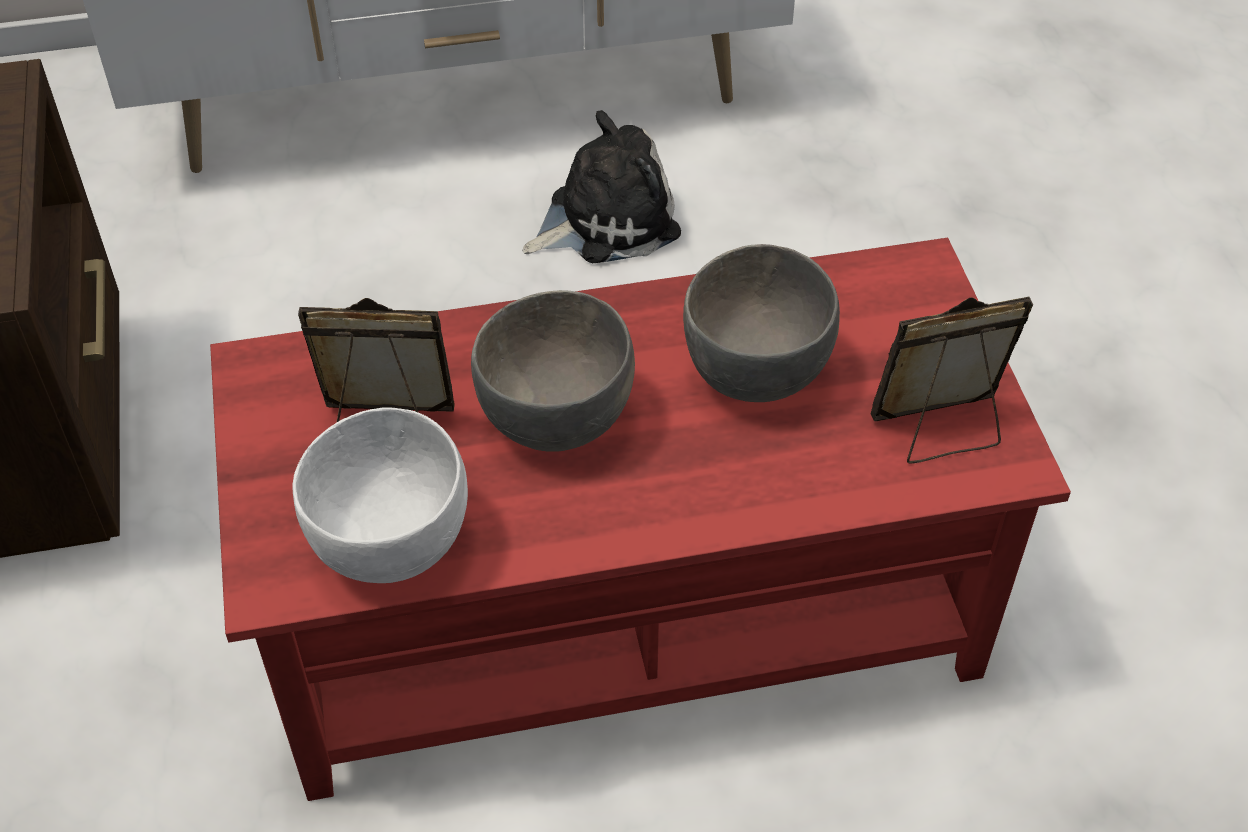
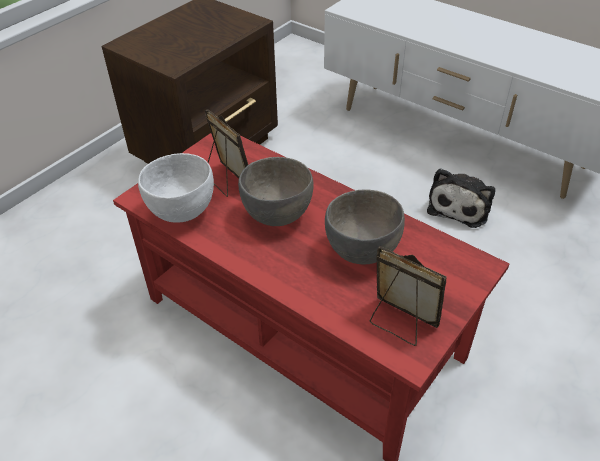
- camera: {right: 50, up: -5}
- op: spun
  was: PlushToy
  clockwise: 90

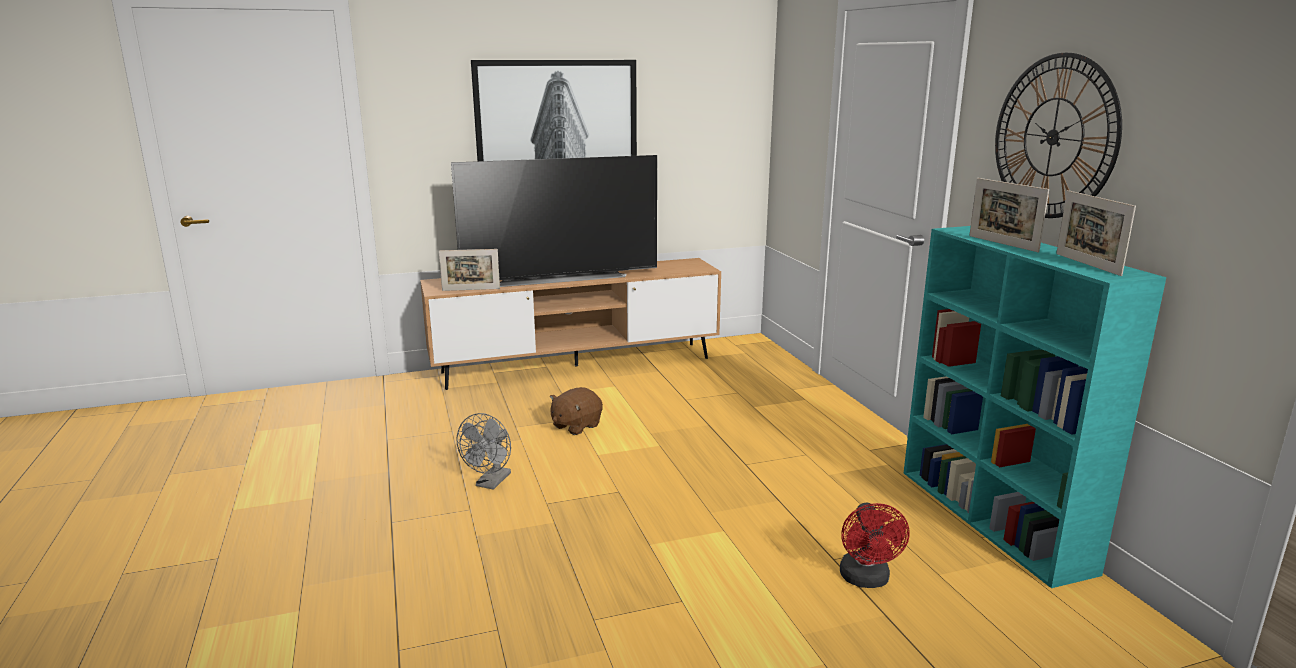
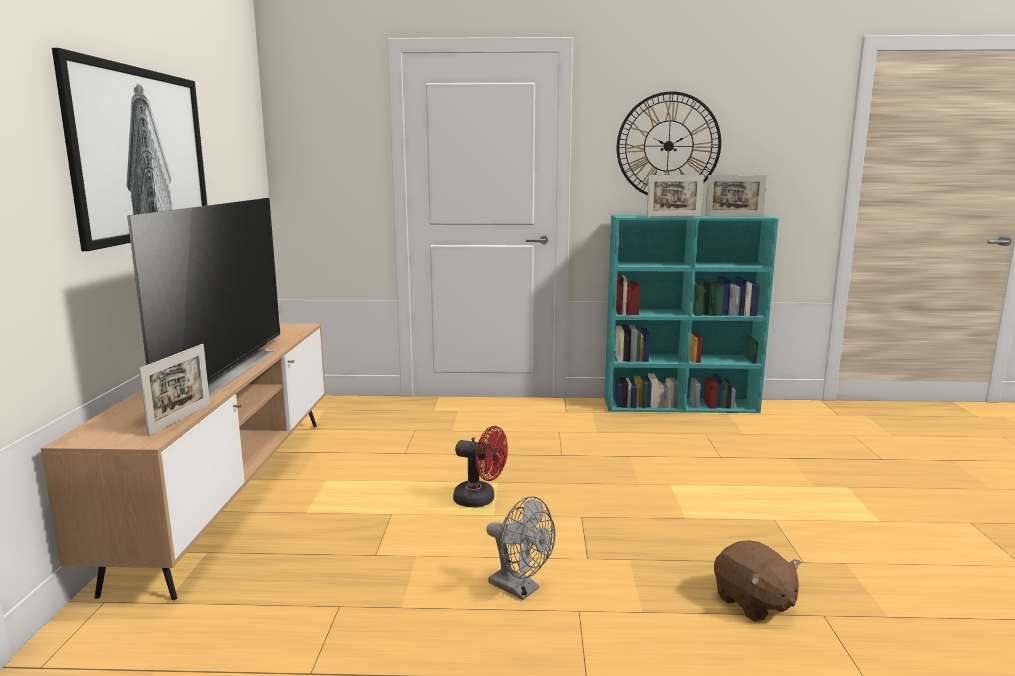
- camera: {right: -70, up: -5}
- op: relocated
  was: BrownishPlushToy
- op: relocated
  was: RedElectricFan

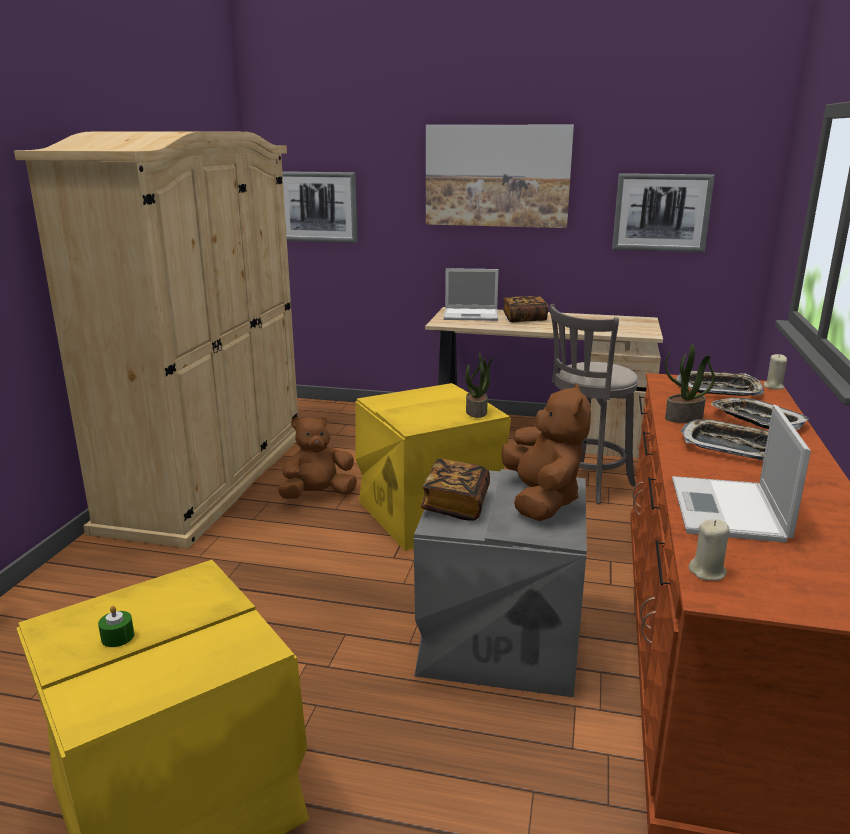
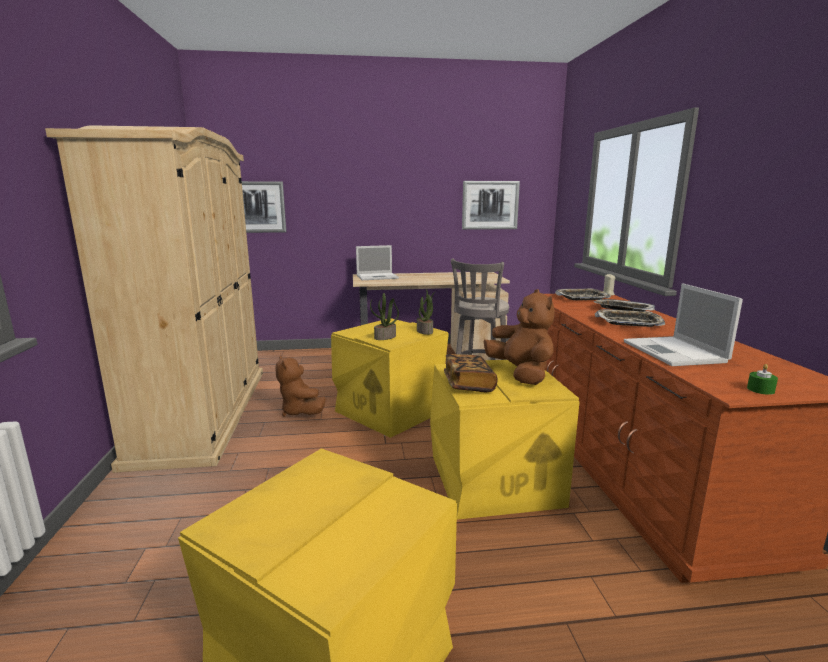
- camera: {right: -20, up: -5}
- op: relocated
  was: GreenishWaxLight
- op: spun
  was: BrownishPlushToy (no. 1 from left)
  clockwise: -75
- op: colour
  was: GrayStorageContainer
  now: YellowishStorageContainer (no. 3 from left)
- op: missing
  was: WallArt (no. 2 from left)
- op: missing
  was: BoundBook (no. 2 from left)
- op: relocated
  was: PottedPlant (no. 2 from left in the first image)
  now: PottedPlant (no. 1 from left)
- op: missing
  was: BeigeWaxLight (no. 1 from left)

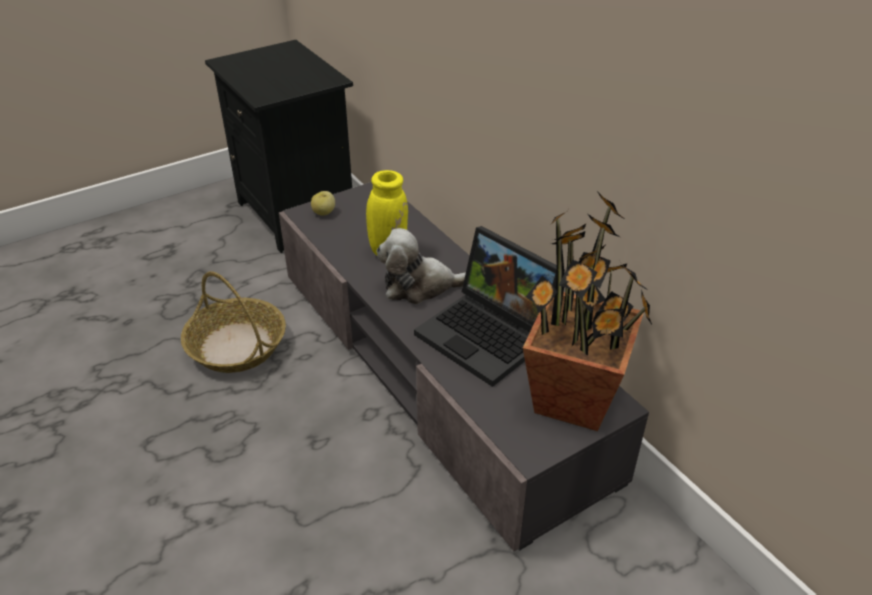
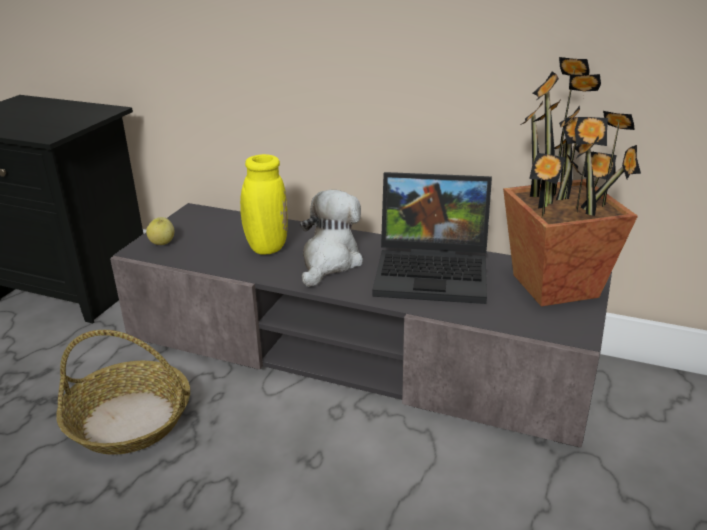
- camera: {right: -35, up: -10}
- op: spun
  was: PlushToy
  clockwise: 150

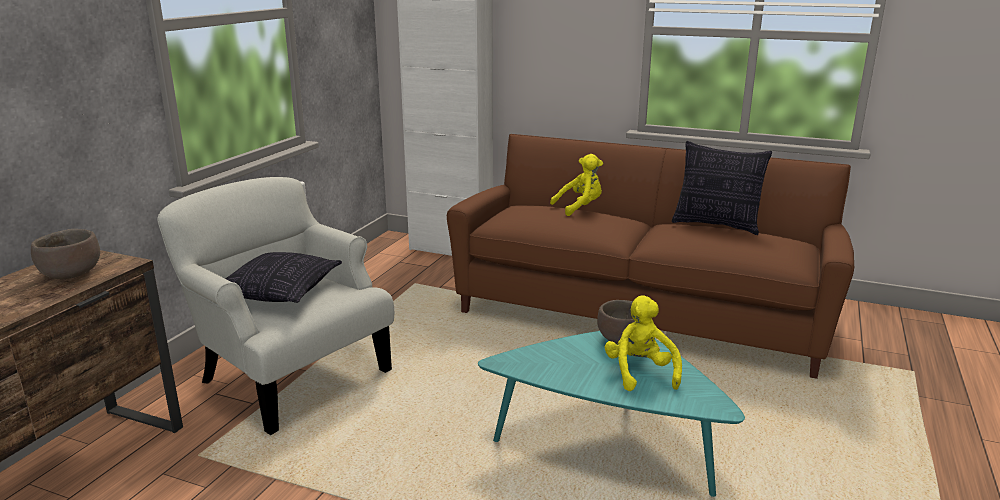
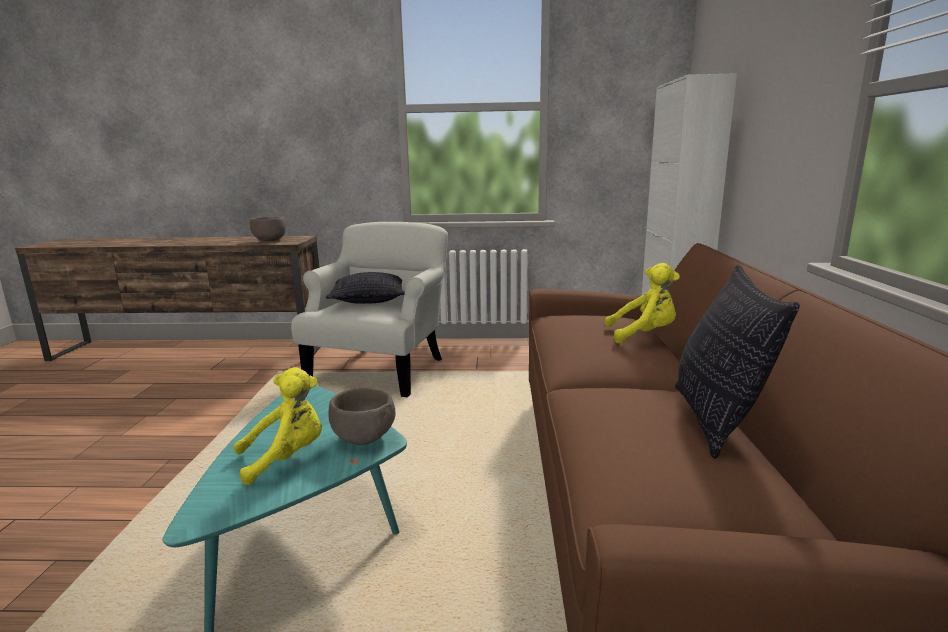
- camera: {right: 70, up: -5}
- op: spun
  was: YellowishPlushToy (no. 1 from left in the first image)
  clockwise: -45

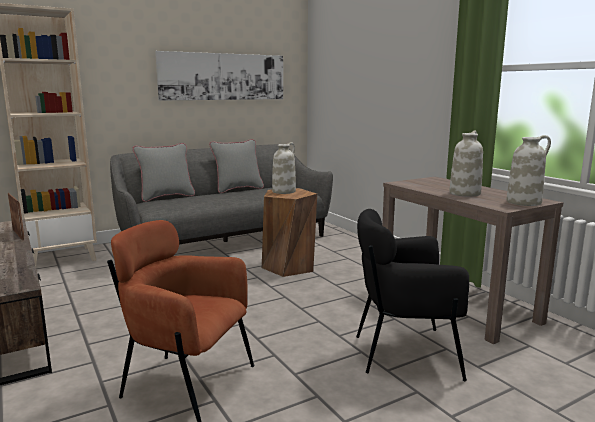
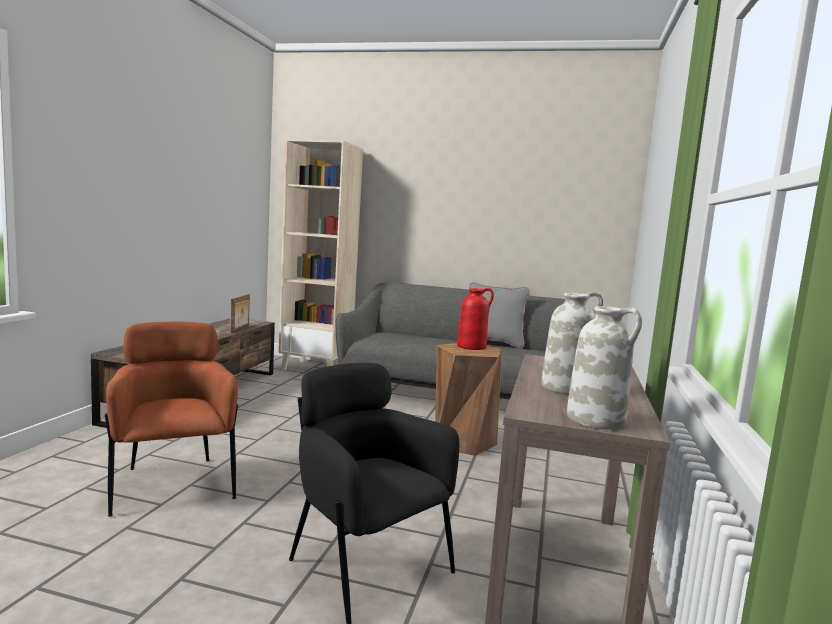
- camera: {right: 45, up: -5}
- op: missing
  was: GrayThrowPillow (no. 1 from left)
- op: missing
  was: WallArt
- op: colour
  was: WhiteColouredFlowerVase (no. 1 from left)
  now: RedFlowerVase

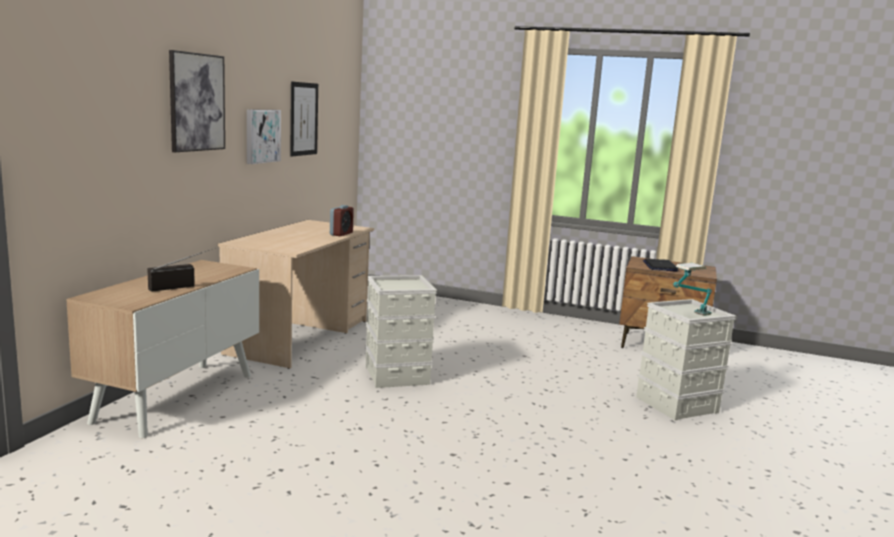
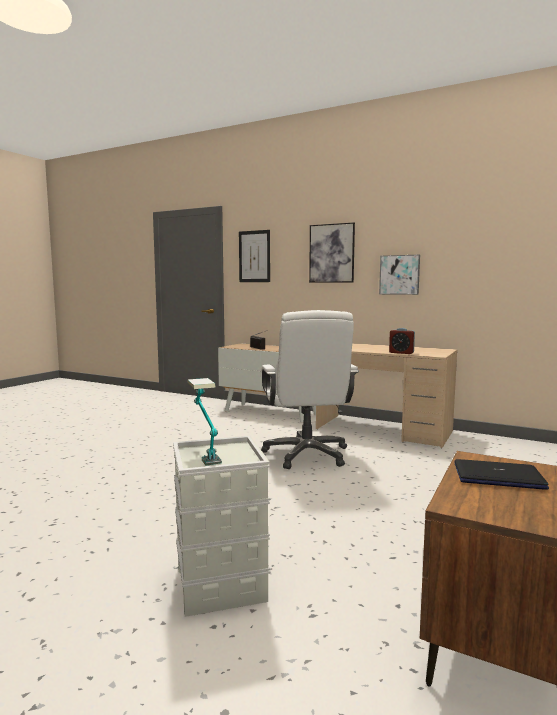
- camera: {right: 100, up: -5}
- op: relocated
  was: WallArt (no. 3 from left in the first image)
  now: WallArt (no. 1 from left)
- op: exchanged
  was: GrayStorageContainer (no. 1 from left)
  now: WhiteColouredComputerChair

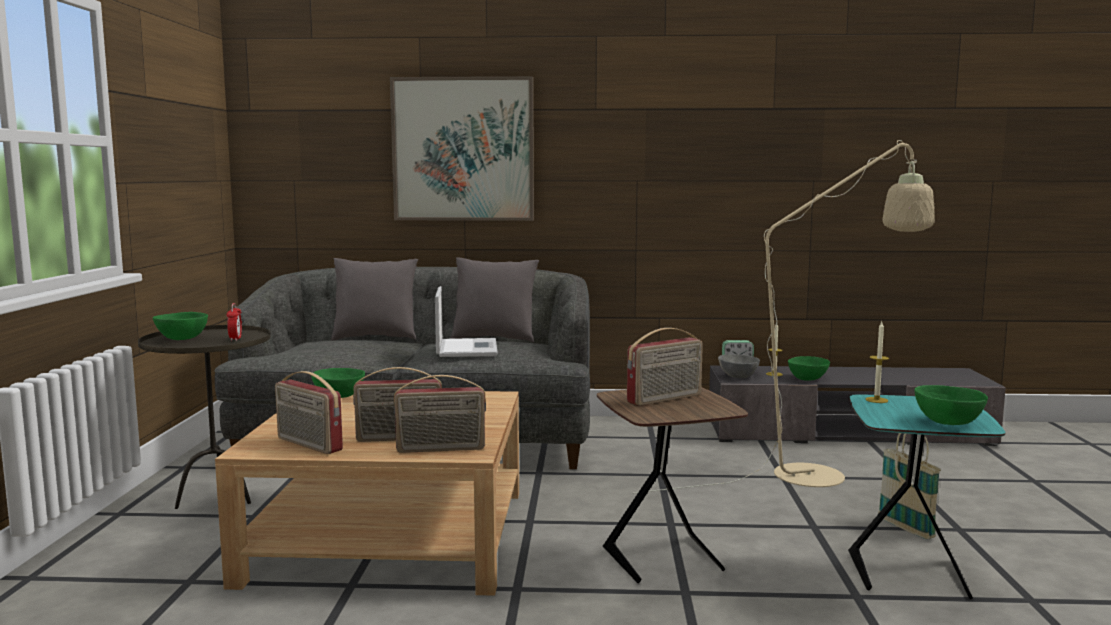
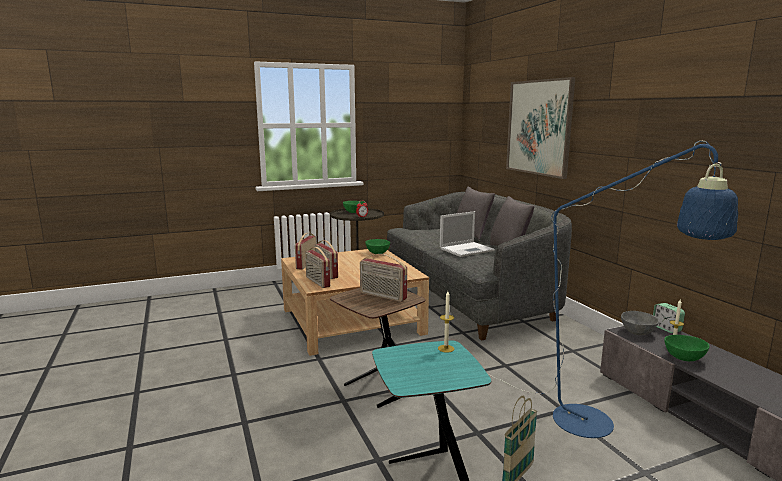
- camera: {right: 65, up: 5}
- op: colour
  was: BeigeStandingLamp
  now: BluishStandingLamp
- op: missing
  was: GreenishServingBowl (no. 4 from left)

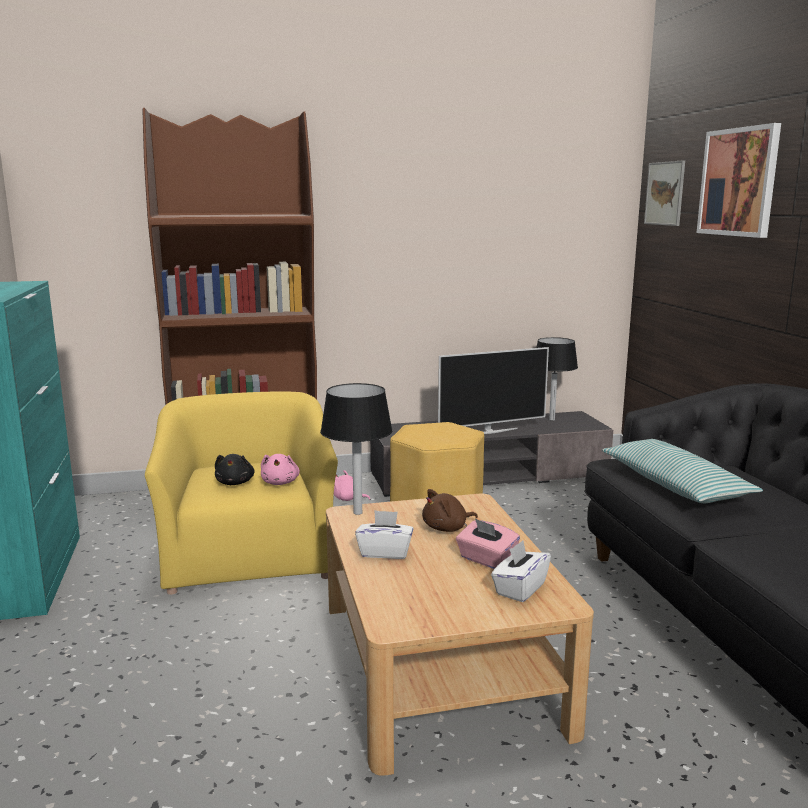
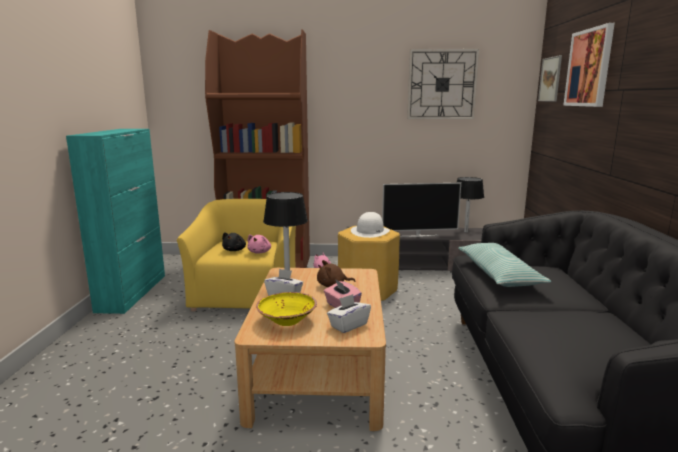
- camera: {right: 15, up: 0}
- op: appeared
  now: YellowishServingBowl
- op: appeared
  now: WhiteColouredWearableHat
- op: appeared
  now: WallClock

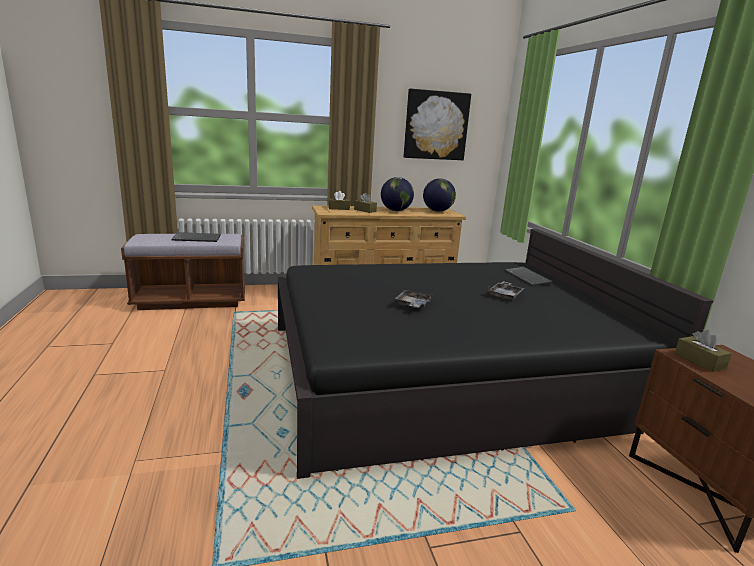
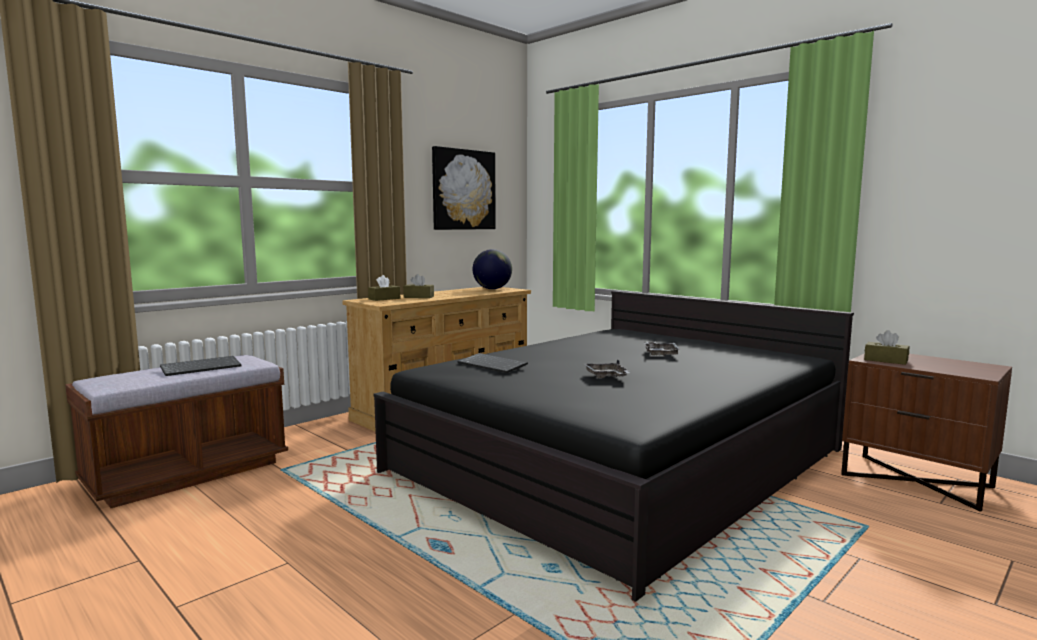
- camera: {right: -30, up: -10}
- op: missing
  was: WorldGlobe (no. 1 from left)
- op: relocated
  was: Keyboard (no. 2 from left)

